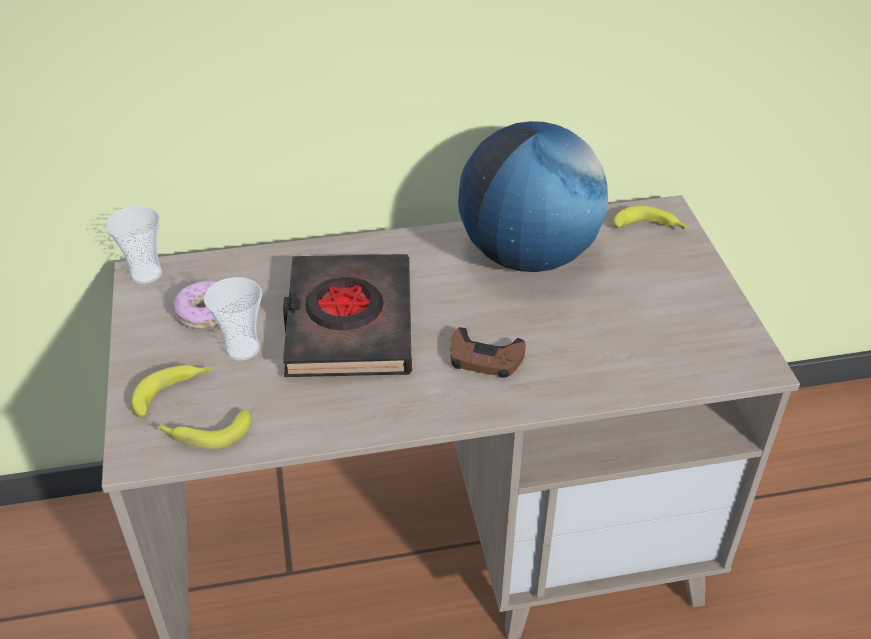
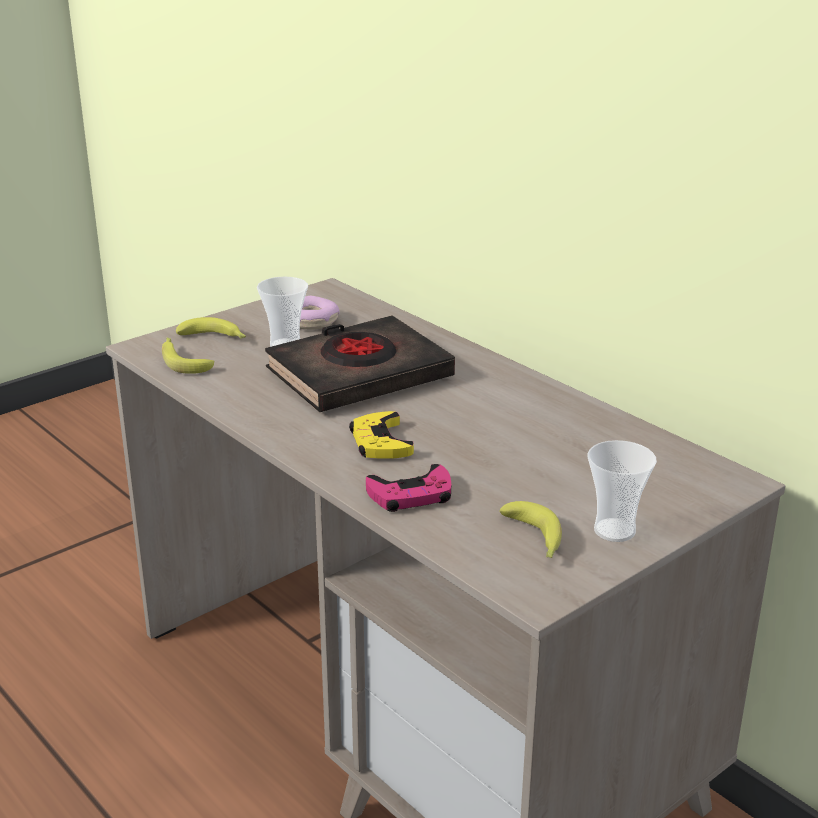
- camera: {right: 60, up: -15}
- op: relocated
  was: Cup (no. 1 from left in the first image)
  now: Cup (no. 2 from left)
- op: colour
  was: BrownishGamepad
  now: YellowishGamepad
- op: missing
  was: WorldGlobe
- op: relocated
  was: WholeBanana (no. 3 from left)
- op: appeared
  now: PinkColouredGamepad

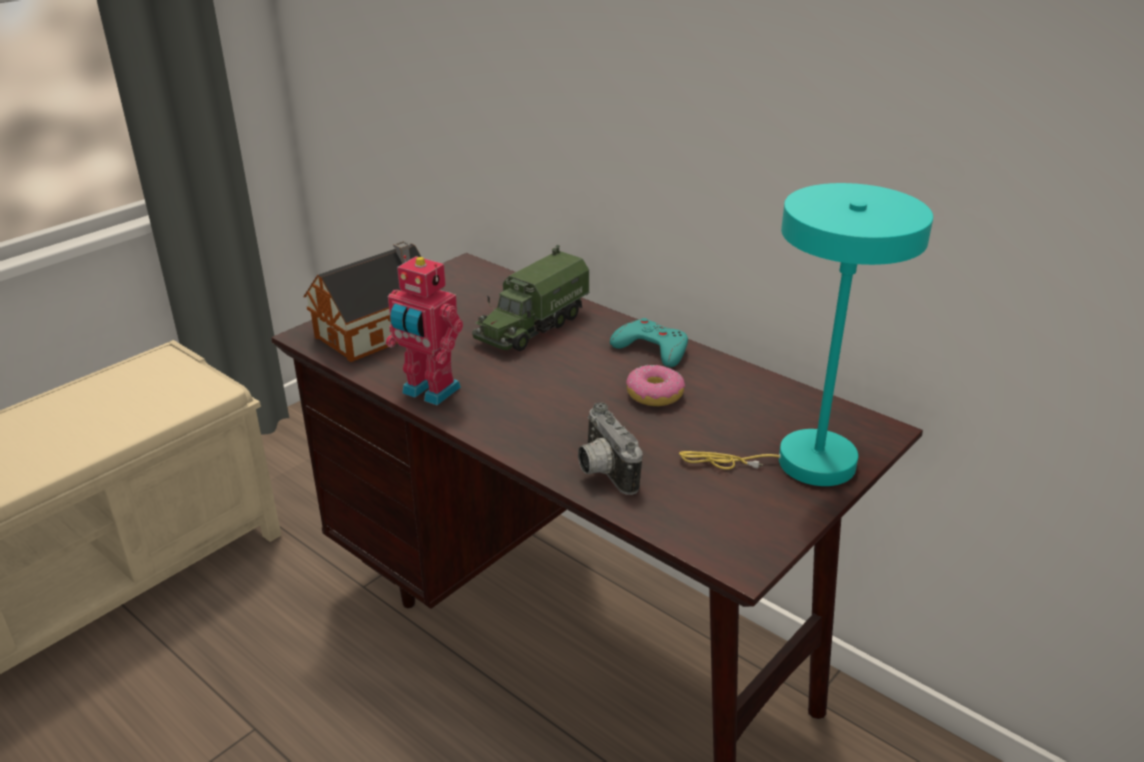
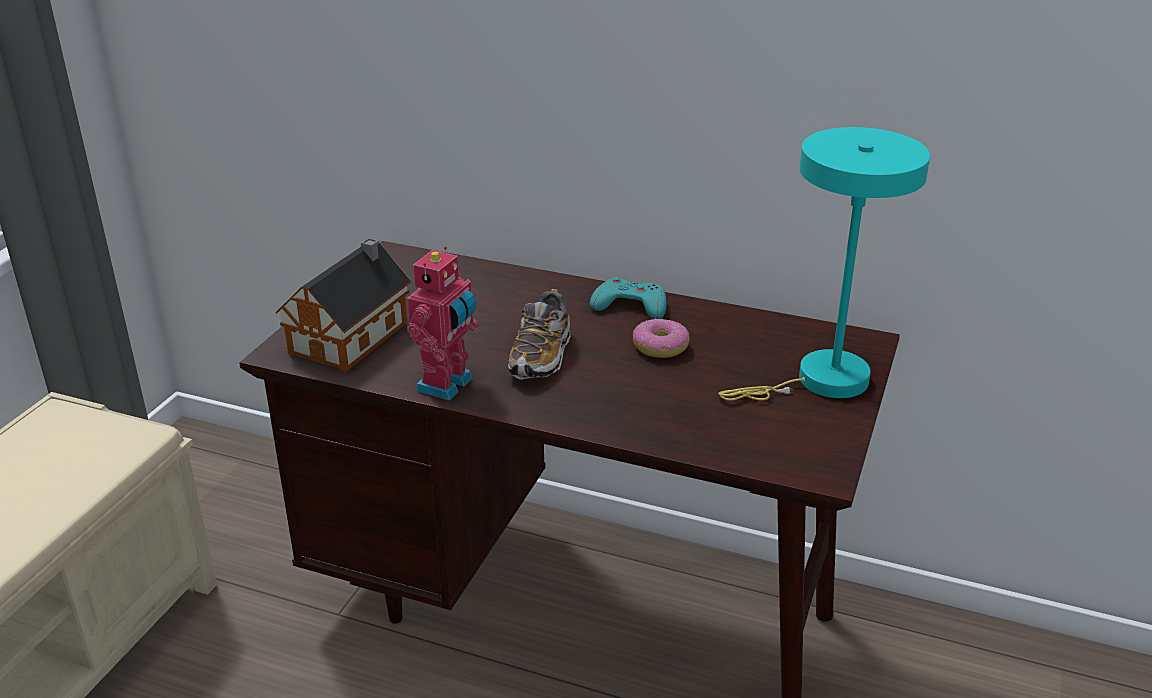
- camera: {right: -20, up: 0}
- op: spun
  was: ToyRobot
  clockwise: -75
- op: missing
  was: ModelTruck
- op: missing
  was: PhotoCamera
- op: appeared
  now: Shoe

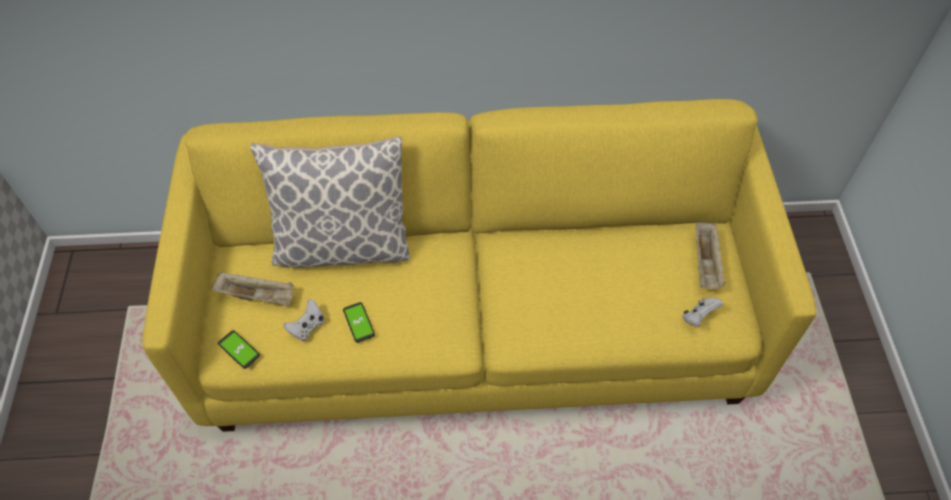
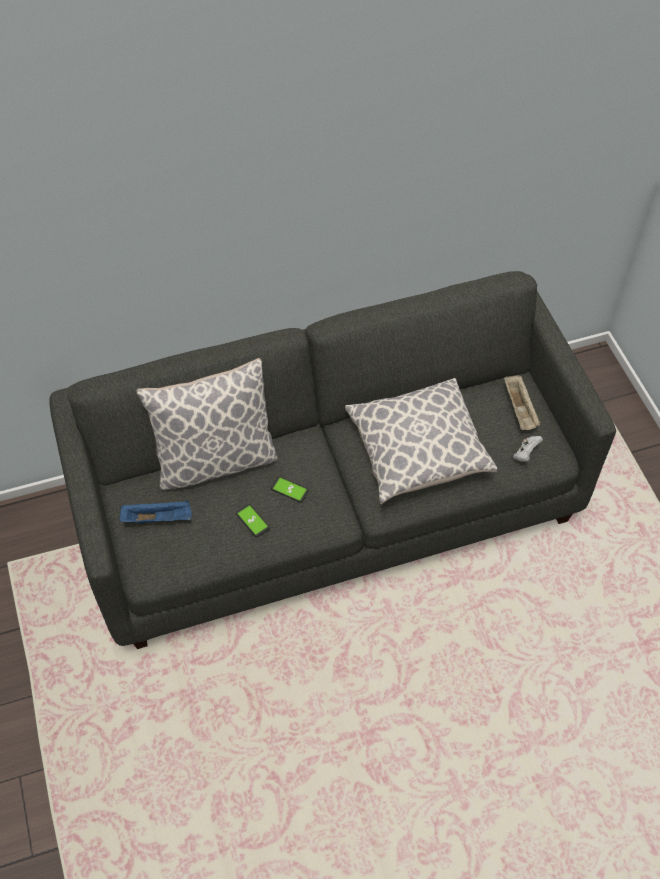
- camera: {right: -15, up: 0}
- op: colour
  was: YellowishCouch
  now: GrayCouch
- op: colour
  was: BeigeCarryingTray (no. 1 from left)
  now: BluishCarryingTray
- op: relocated
  was: Handset (no. 1 from left in the first image)
  now: Handset (no. 2 from left)
- op: missing
  was: WhiteColouredGamepad (no. 1 from left)
- op: appeared
  now: ThrowPillow (no. 2 from left)

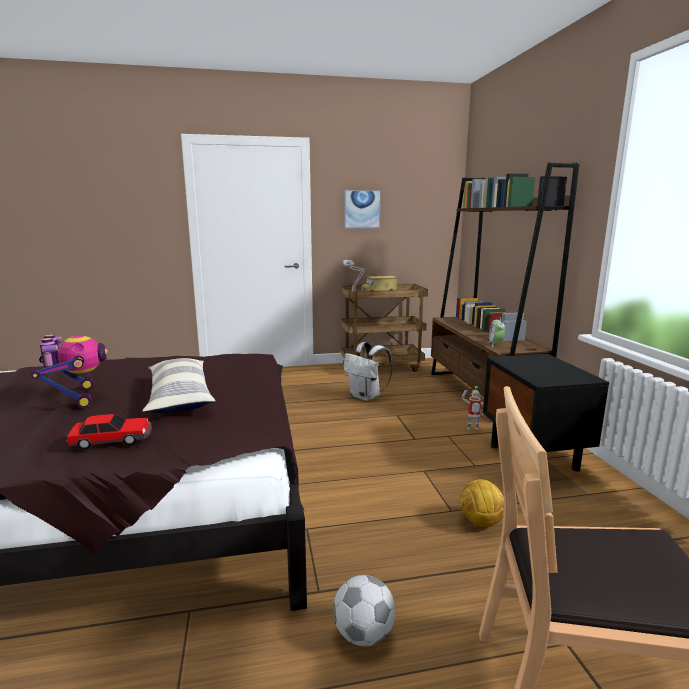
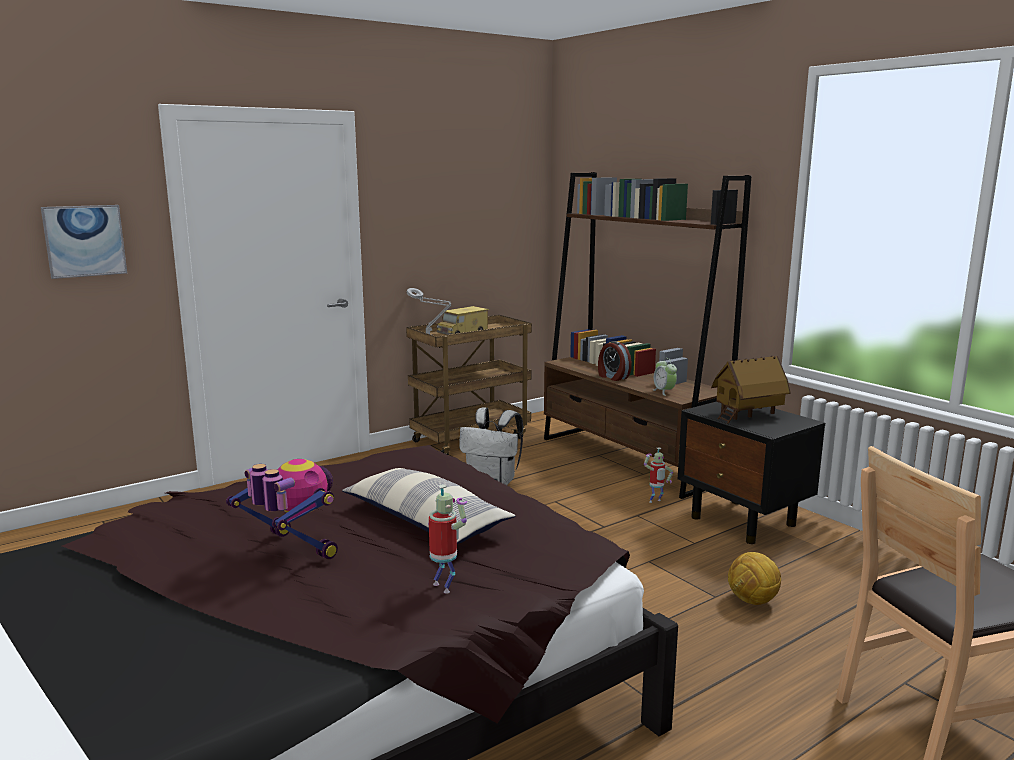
- camera: {right: -25, up: 0}
- op: exchanged
  was: ModelCar
  now: ToyRobot (no. 2 from left)
- op: missing
  was: BallForFootball (no. 1 from left)
- op: relocated
  was: WallArt
- op: appeared
  now: TableClock (no. 1 from left)
- op: appeared
  now: ToyHouse

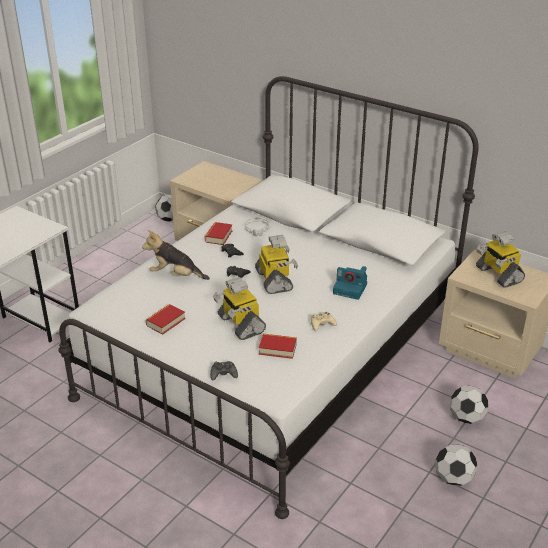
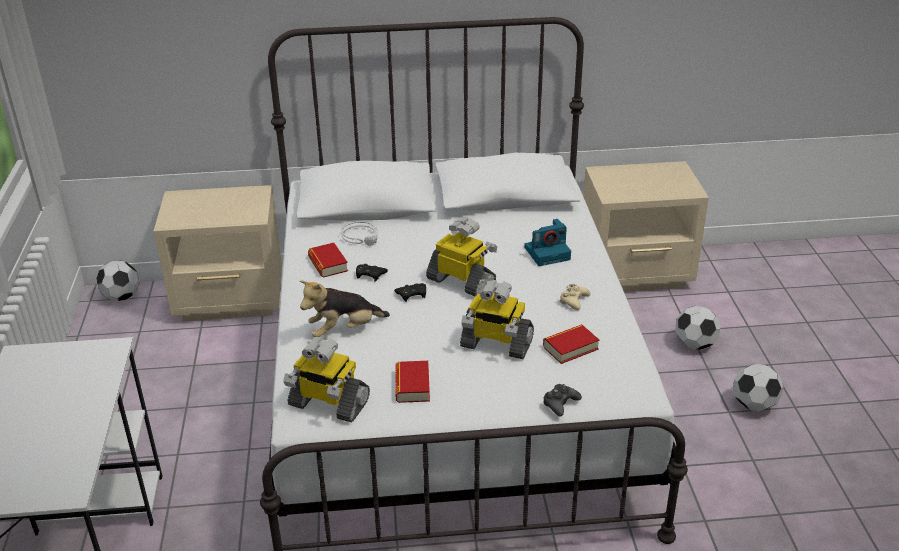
- camera: {right: -40, up: 0}
- op: relocated
  was: ToyRobot (no. 3 from left in the first image)
  now: ToyRobot (no. 1 from left)

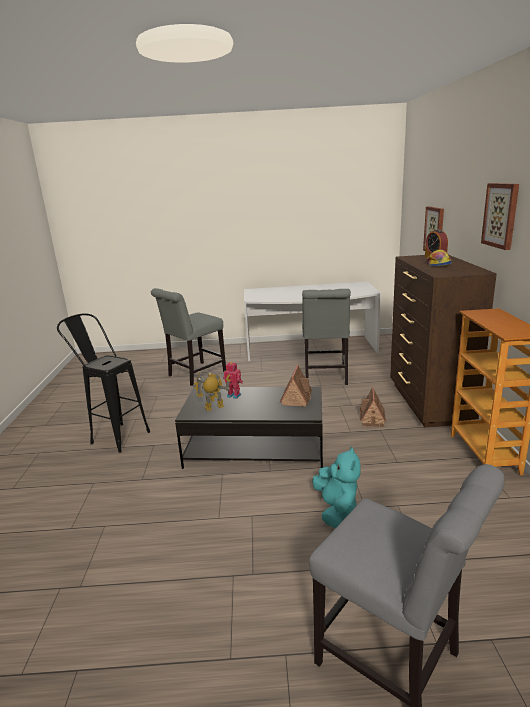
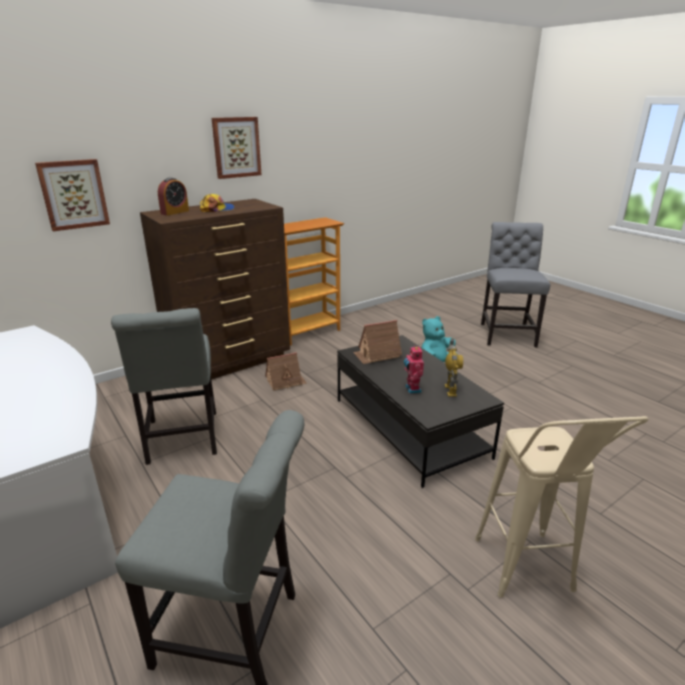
- camera: {right: -125, up: 5}
- op: colour
  was: BlackColouredSittingStool
  now: BeigeSittingStool
- op: spun
  was: ToyRobot (no. 1 from left in the first image)
  clockwise: -120
- op: spun
  was: GrayChair (no. 2 from left in the first image)
  clockwise: 105

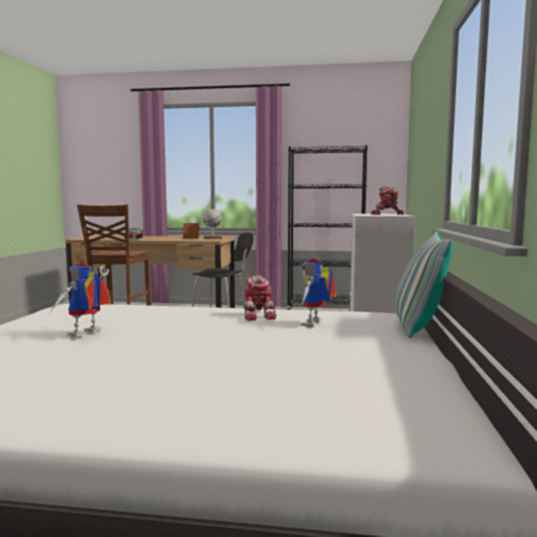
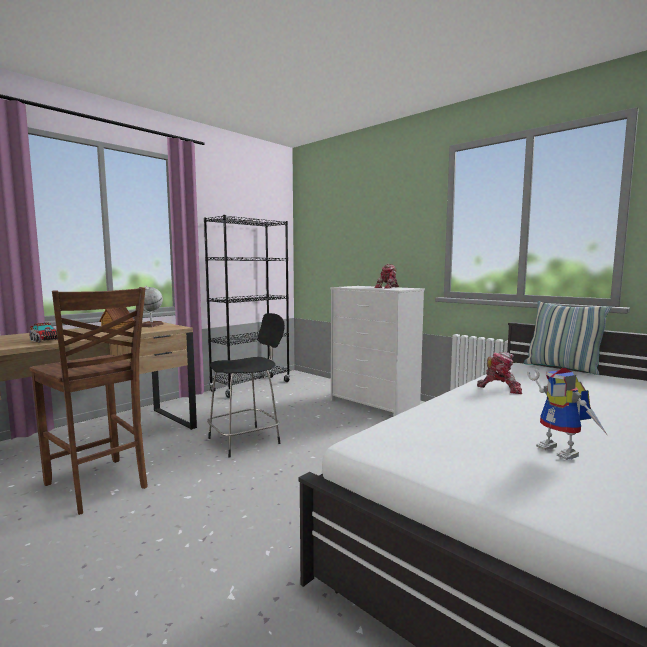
- camera: {right: -55, up: 0}
- op: missing
  was: ToyRobot (no. 3 from left)

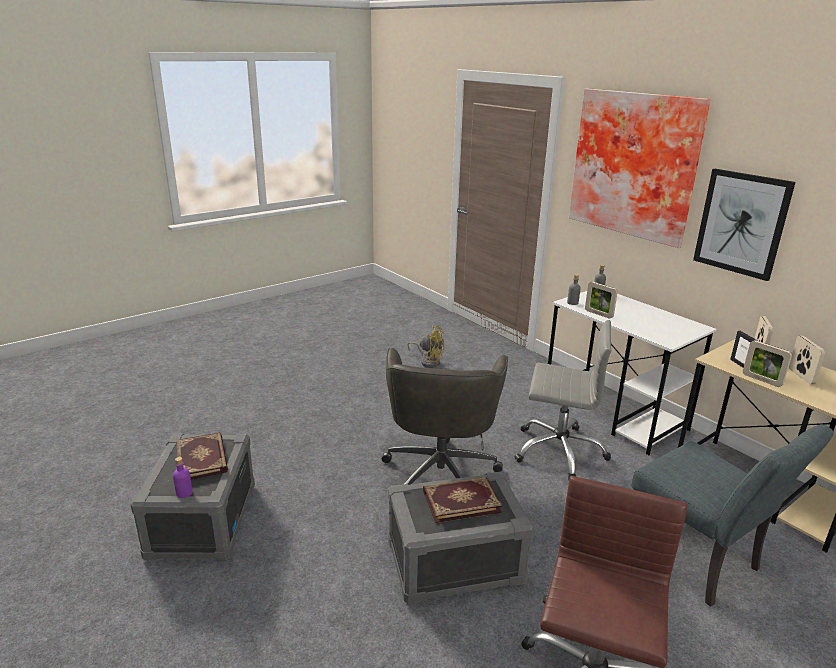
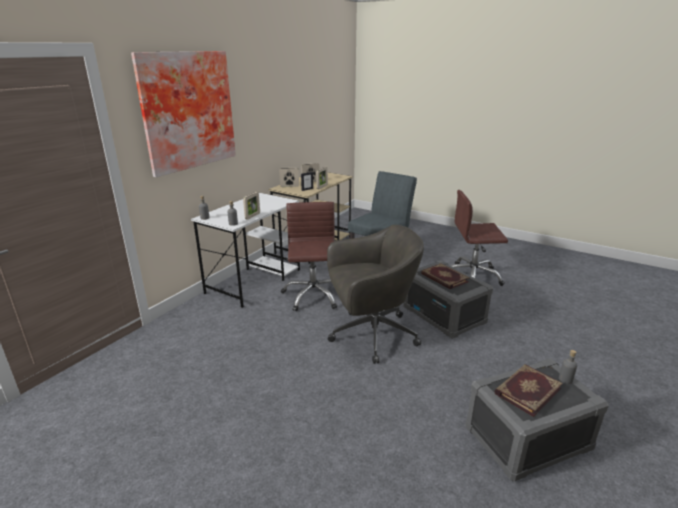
- camera: {right: -110, up: 0}
- op: colour
  was: PurplishBottle
  now: GrayBottle (no. 3 from left)
- op: missing
  was: YellowishElectricFan
- op: colour
  was: GrayComputerChair (no. 2 from left)
  now: BrownishComputerChair (no. 1 from left)
- op: missing
  was: WallArt (no. 2 from left)

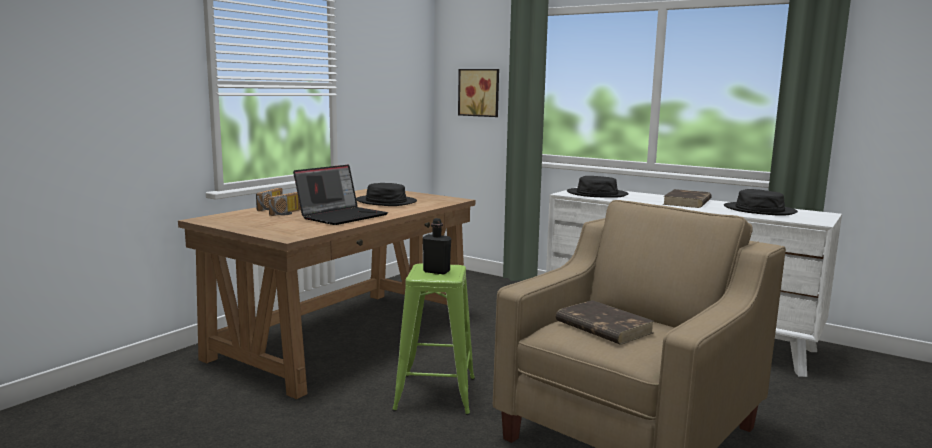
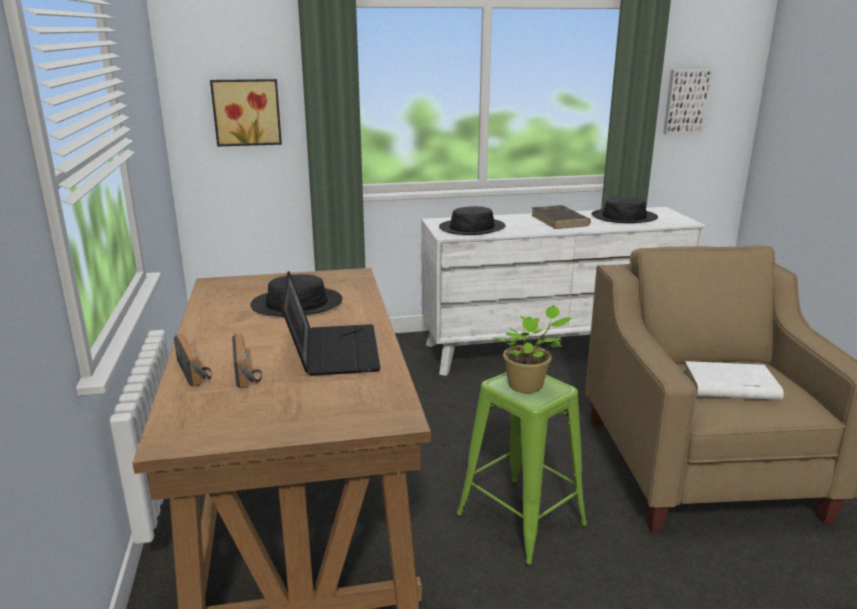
- camera: {right: -45, up: 10}
- op: exchanged
  was: BlackColouredBottle
  now: PottedPlant
- op: colour
  was: BrownishBoundBook (no. 1 from left)
  now: WhiteColouredBoundBook
- op: appeared
  now: WallArt (no. 2 from left)

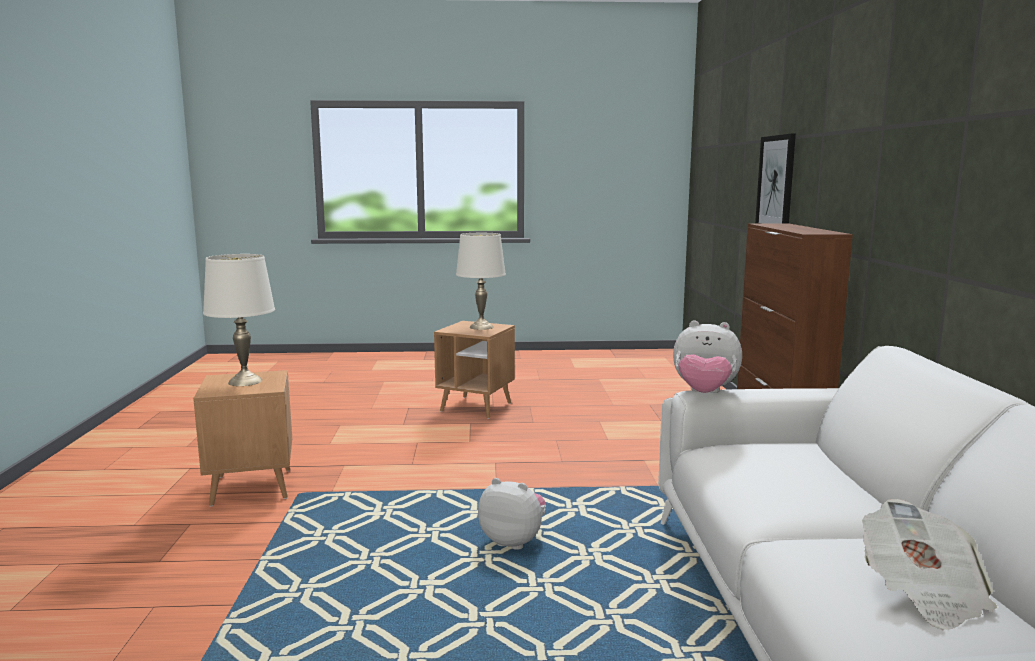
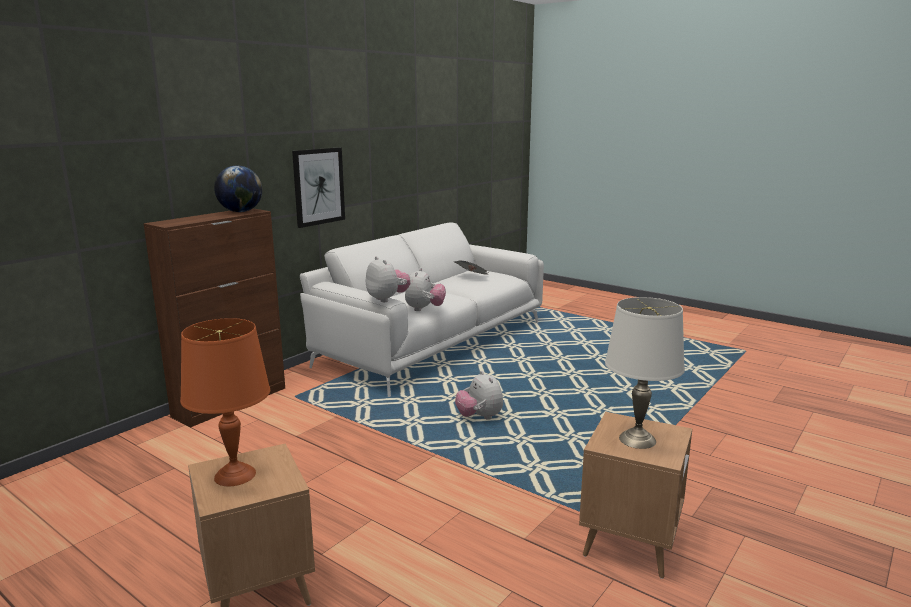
- camera: {right: -140, up: 5}
- op: colour
  was: WhiteColouredTableLamp (no. 2 from left)
  now: OrangeColouredTableLamp
- op: relocated
  was: WallArt
- op: appeared
  now: WorldGlobe
- op: appeared
  now: PlushToy (no. 2 from left)

